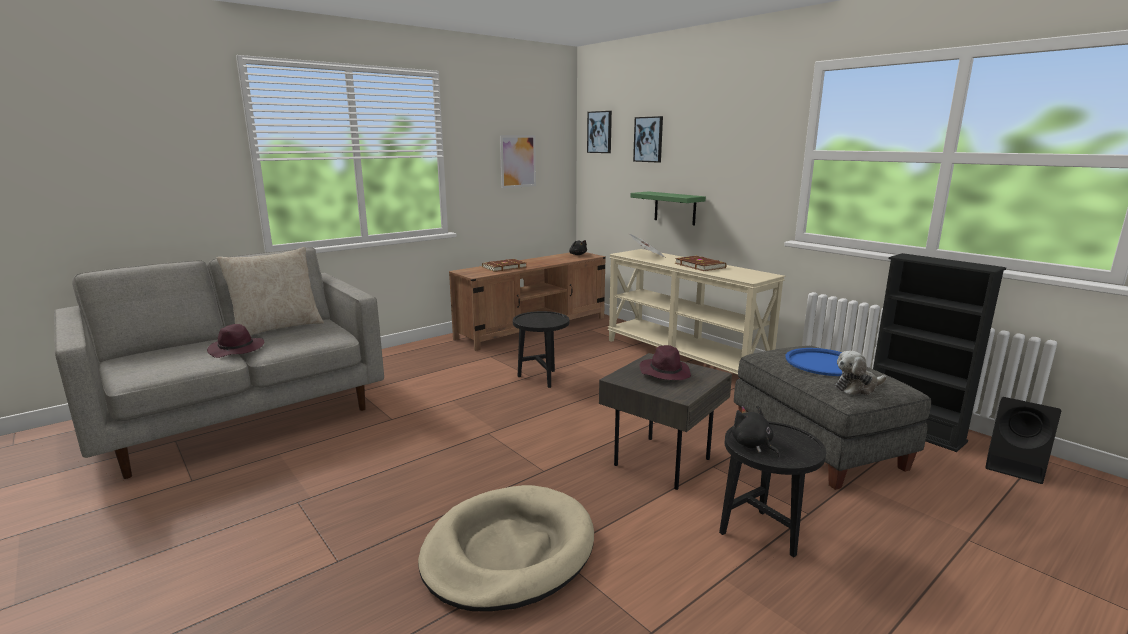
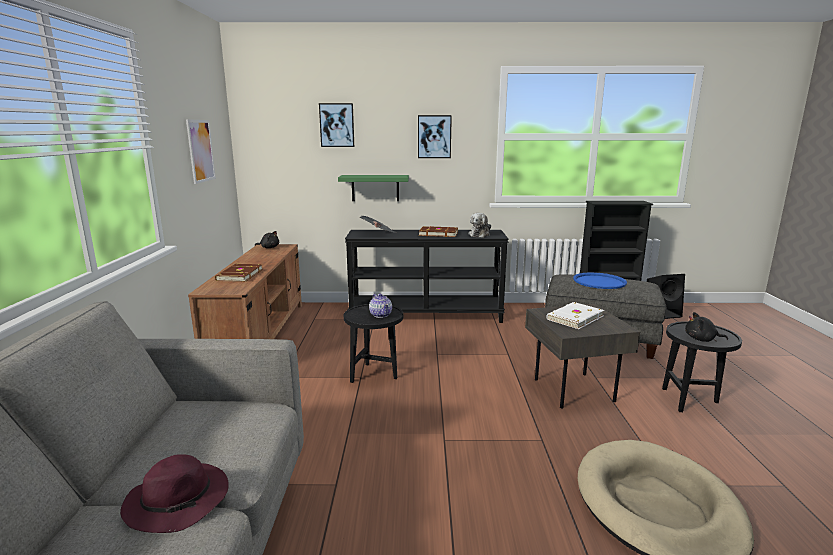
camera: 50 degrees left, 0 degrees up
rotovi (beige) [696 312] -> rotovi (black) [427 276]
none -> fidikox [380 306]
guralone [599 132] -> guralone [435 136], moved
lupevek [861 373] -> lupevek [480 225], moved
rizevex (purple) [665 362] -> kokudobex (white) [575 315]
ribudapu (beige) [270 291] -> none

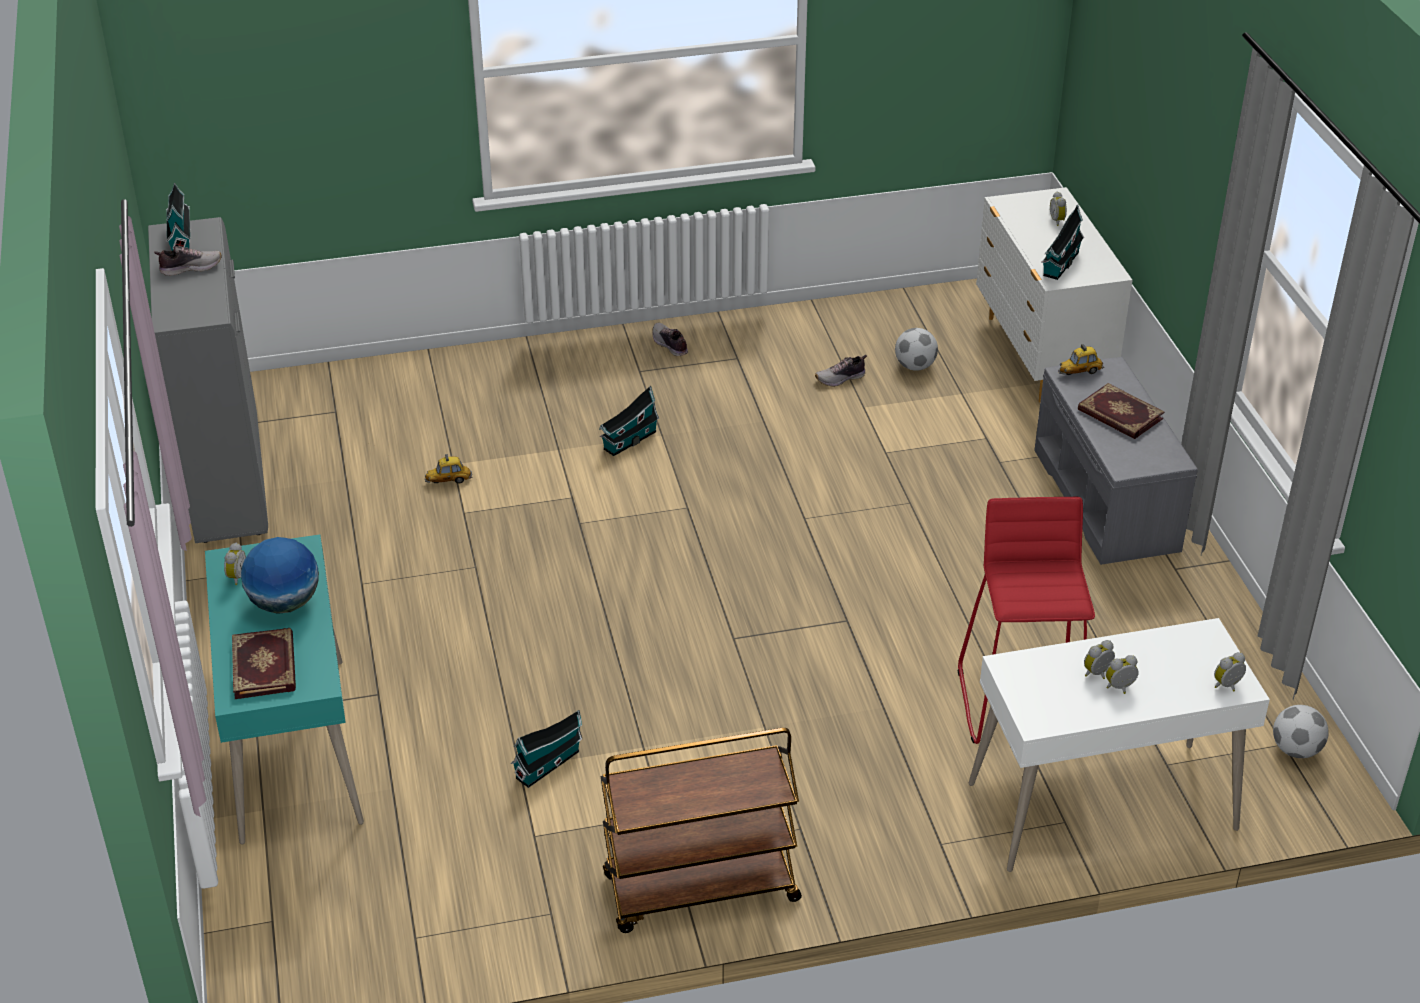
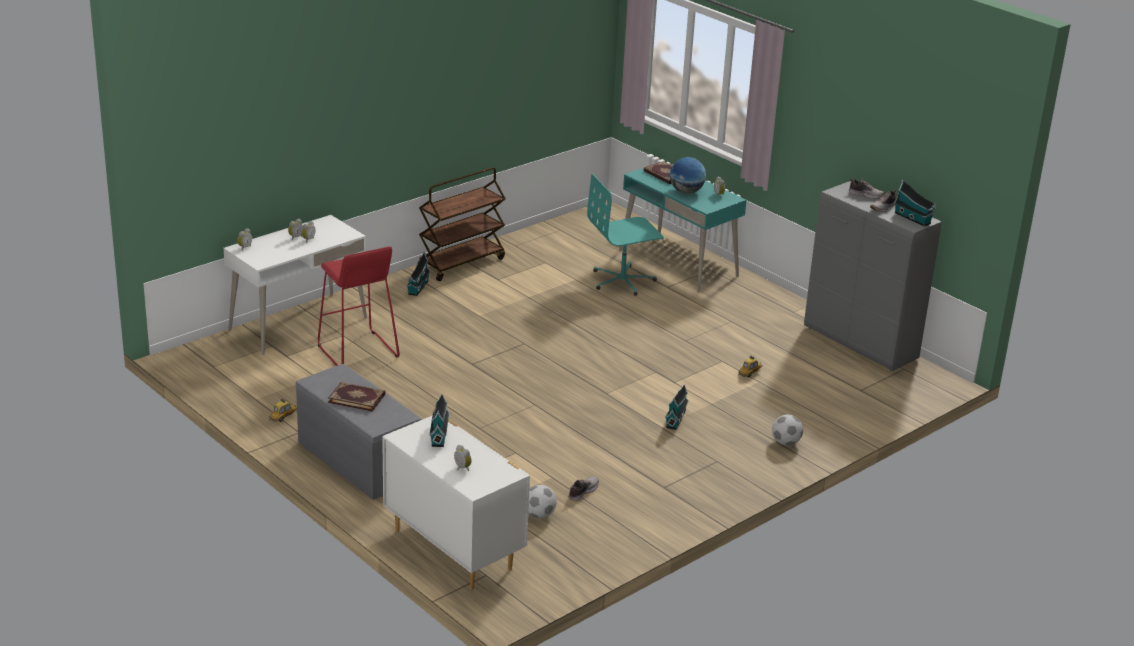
camera: 150 degrees right, 10 degrees down
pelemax [1081 359] -> pelemax [283 410], moved
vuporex [546 749] -> vuporex [418 274], moved
none -> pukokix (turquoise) [625 235]
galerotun [1301 731] -> galerotun [787 430], moved
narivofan [670 339] -> narivofan [866 188], moved

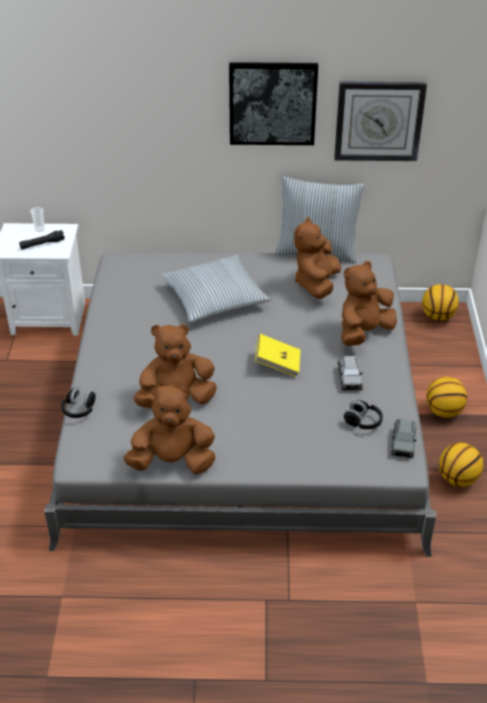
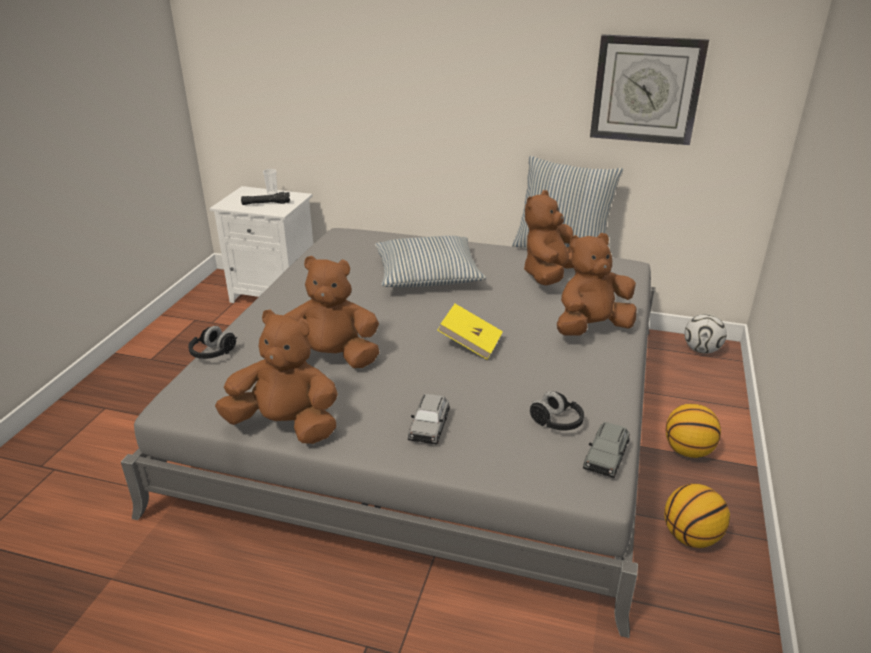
camera: 15 degrees right, 10 degrees down
pelemax (grey) [350 373] -> pelemax (grey) [429 419], moved
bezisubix [440 302] -> galerotun [705 334]
guralone [273 103] -> none

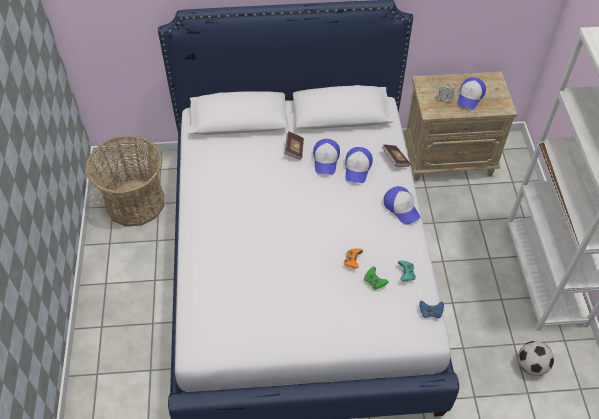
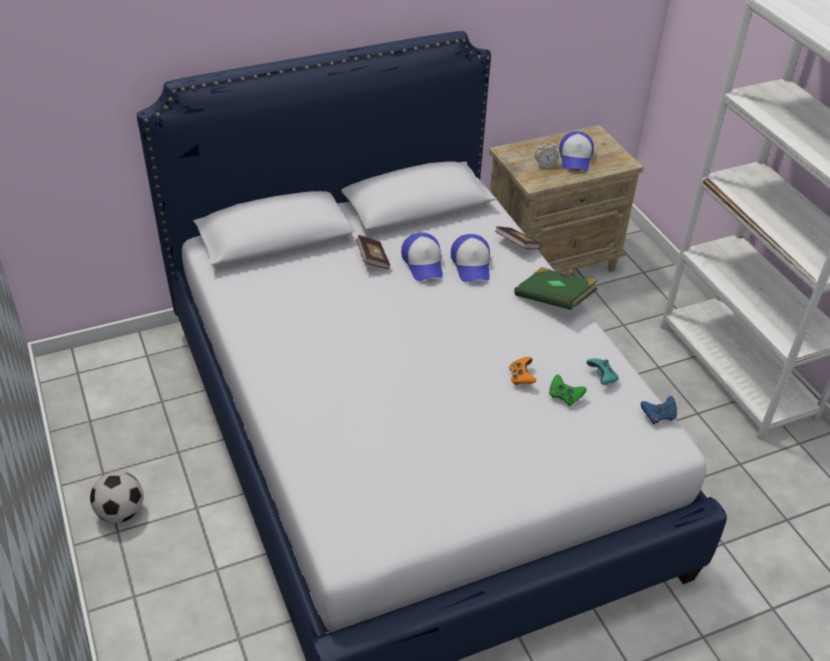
camera: 20 degrees left, 10 degrees down
galerotun [536 358] -> galerotun [117 497], moved
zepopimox [401 205] -> kokudobex (green) [556 288]
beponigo [124 181] -> none

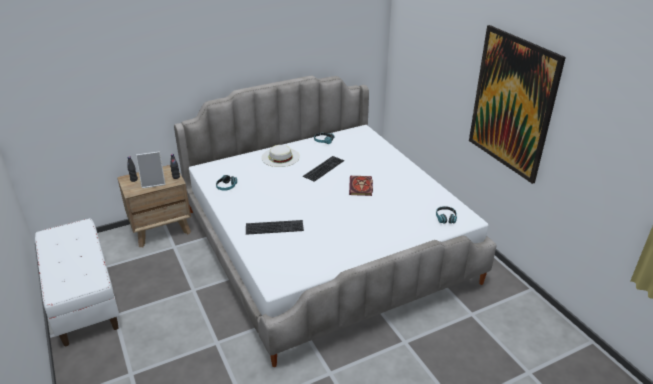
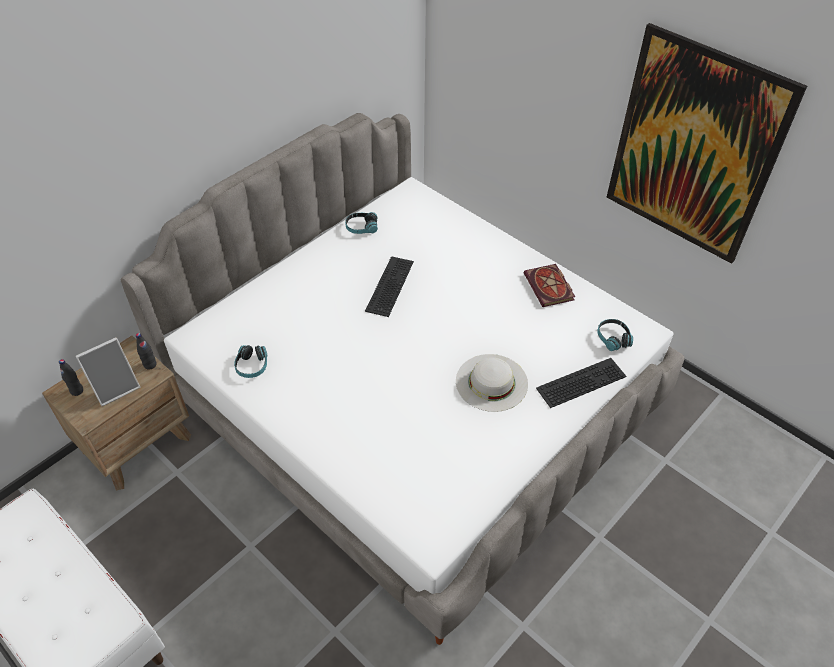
camera: 20 degrees left, 15 degrees up
rizevex (white) [280 156] -> rizevex (white) [492 383], moved
kokudobex [361 186] -> kokudobex [549 285], moved
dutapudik [275 227] -> dutapudik [581 383], moved

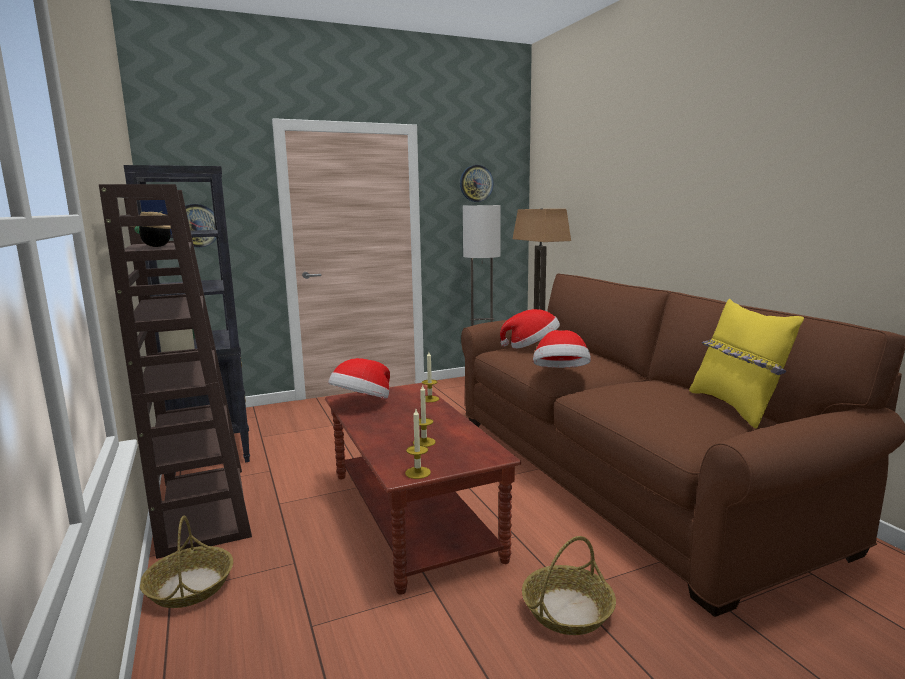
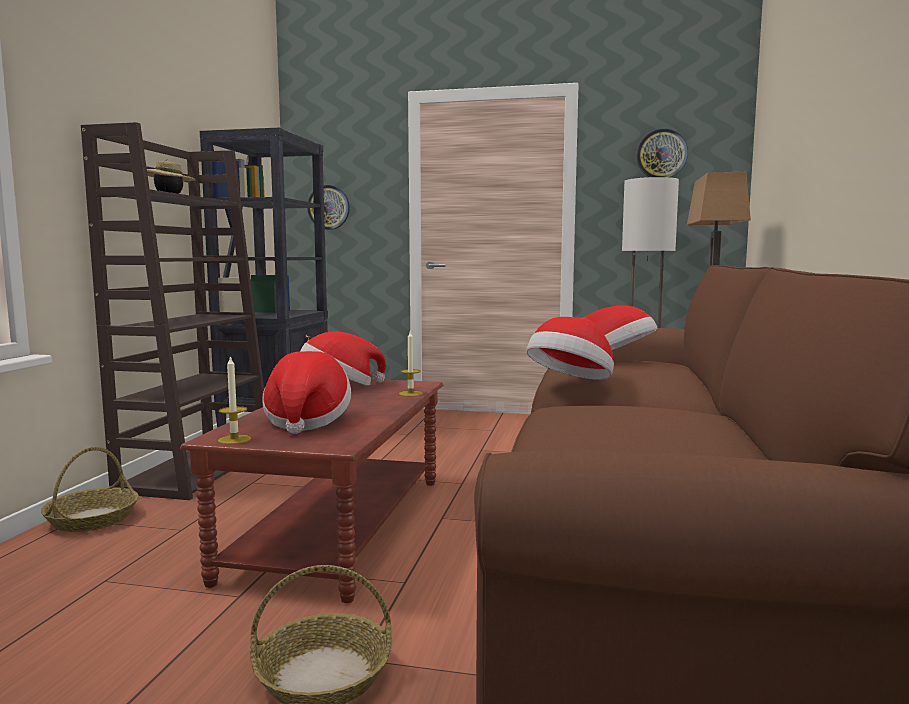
camera: 35 degrees right, 5 degrees down
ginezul [424 415] -> rizevex [307 392]
ribudapu (yellow) [746 364] -> none

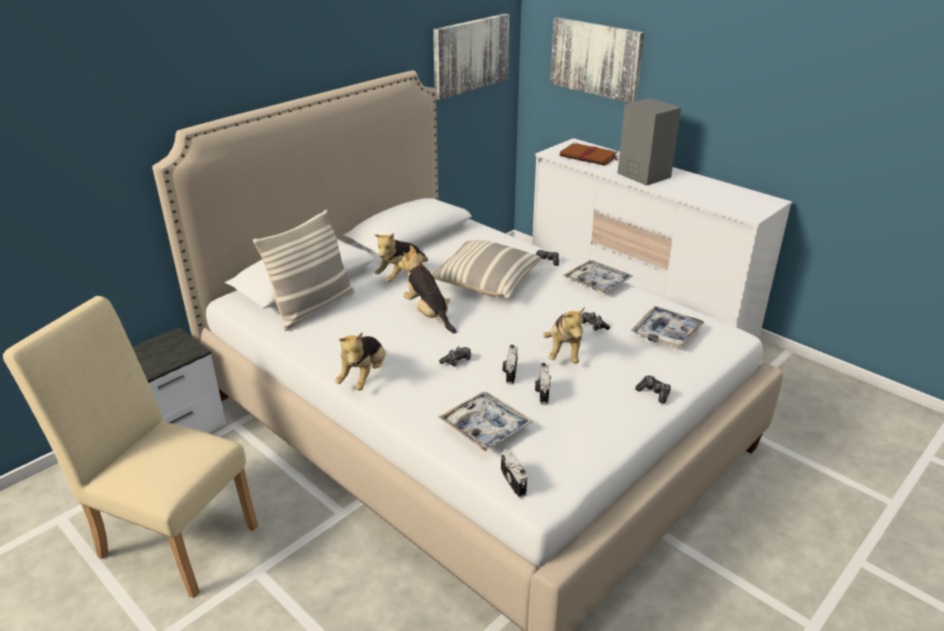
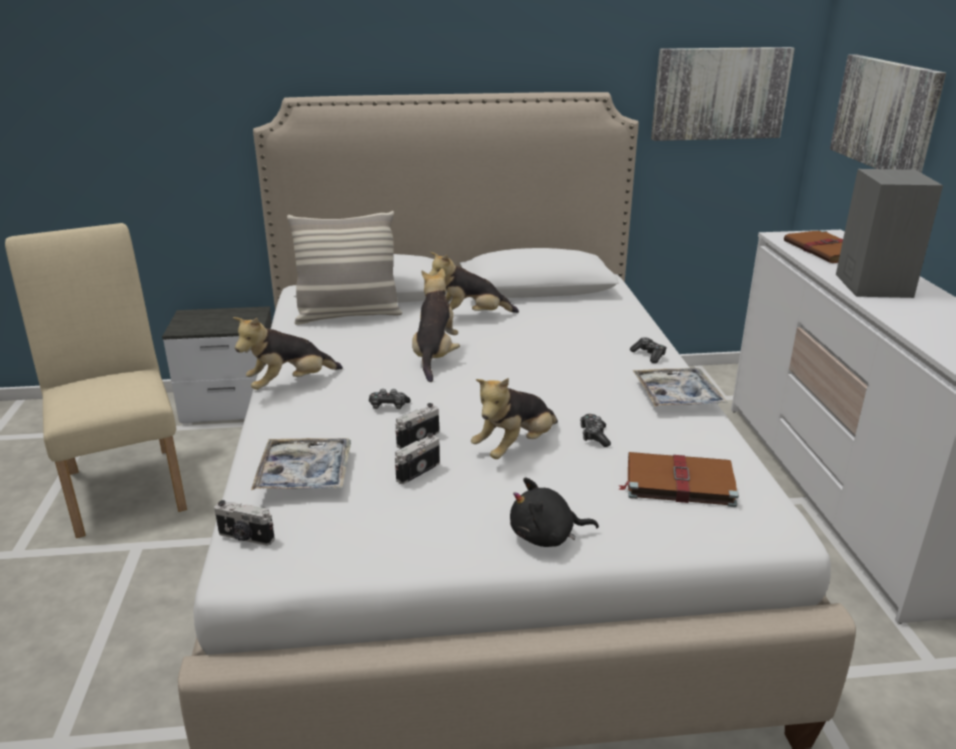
camera: 40 degrees right, 5 degrees down
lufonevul [514 473] -> lufonevul [244 523], 90 degrees clockwise
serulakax [653 389] -> lupevek (black) [554 512]
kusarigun [667 327] -> kokudobex (brown) [678 479]
ribudapu [486 269] -> none

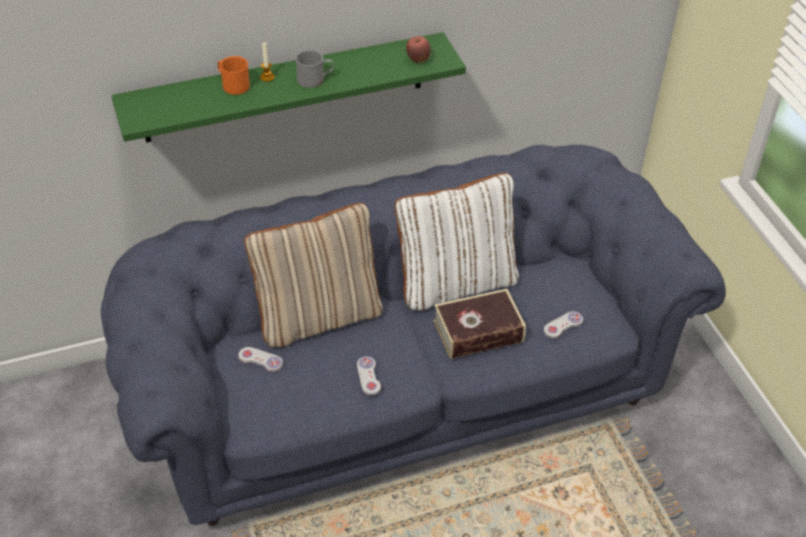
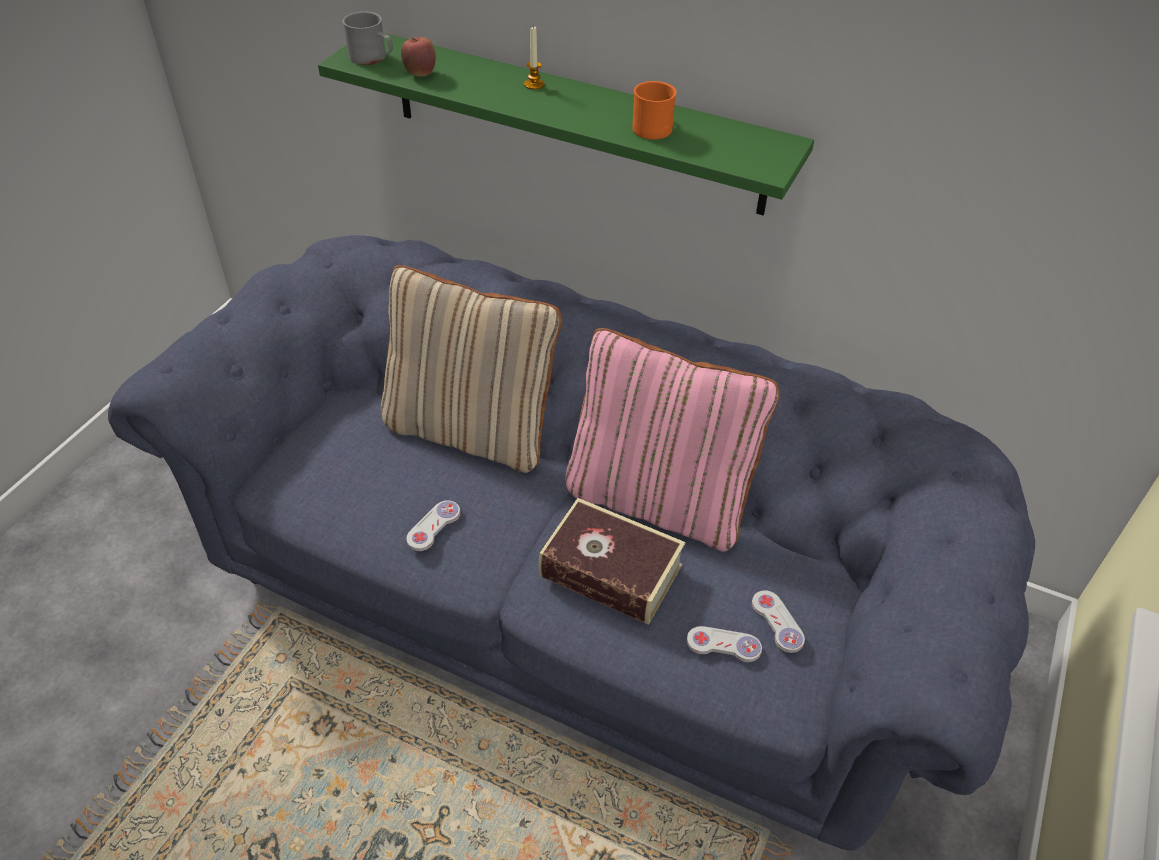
camera: 45 degrees right, 0 degrees up
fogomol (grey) [314 69] -> fogomol (grey) [368 38], moved
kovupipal [418 49] -> kovupipal [418 57], moved
ribudapu (white) [457 241] -> ribudapu (pink) [672 440]
fogomol (orange) [234 75] -> fogomol (orange) [654 110], moved
serulakax (white) [261 359] -> serulakax (white) [778 621], moved

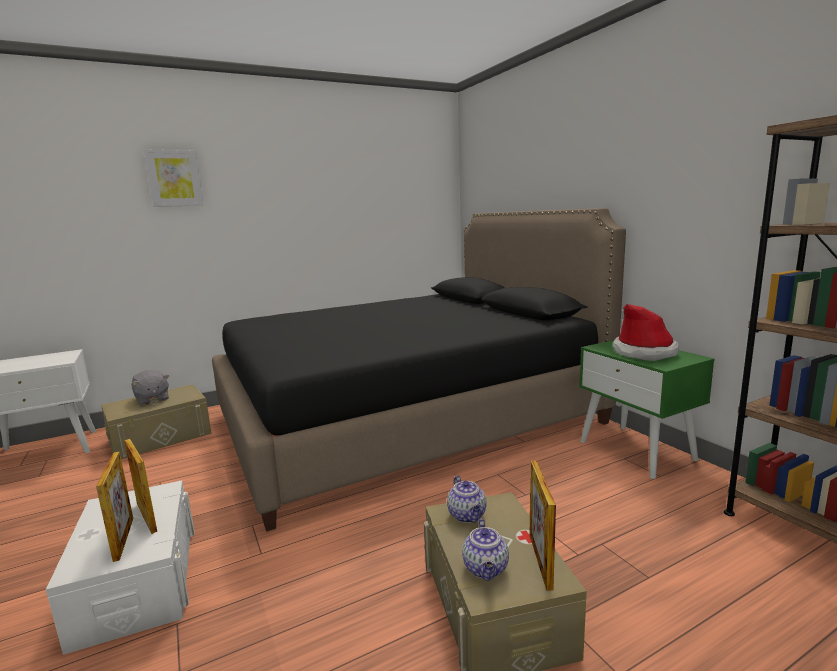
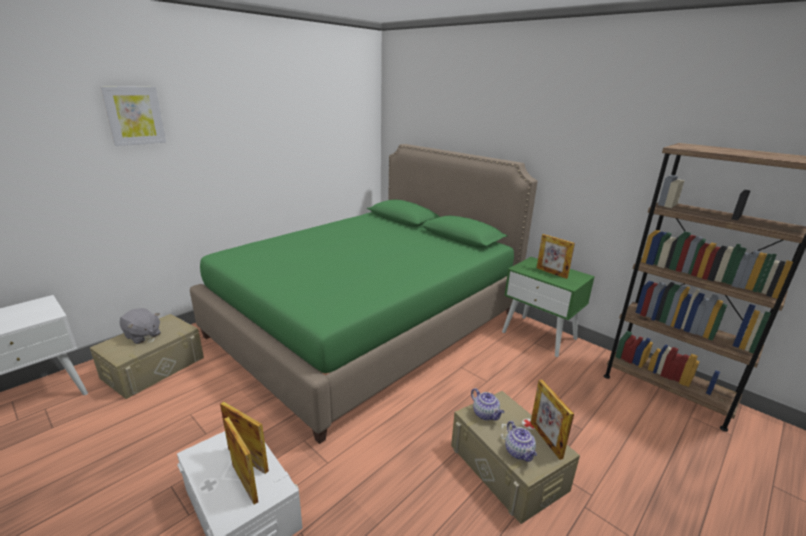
camera: 20 degrees left, 10 degrees up
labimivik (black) [419 370] -> labimivik (green) [364 294]
rizevex [646 332] -> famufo [556 256]

